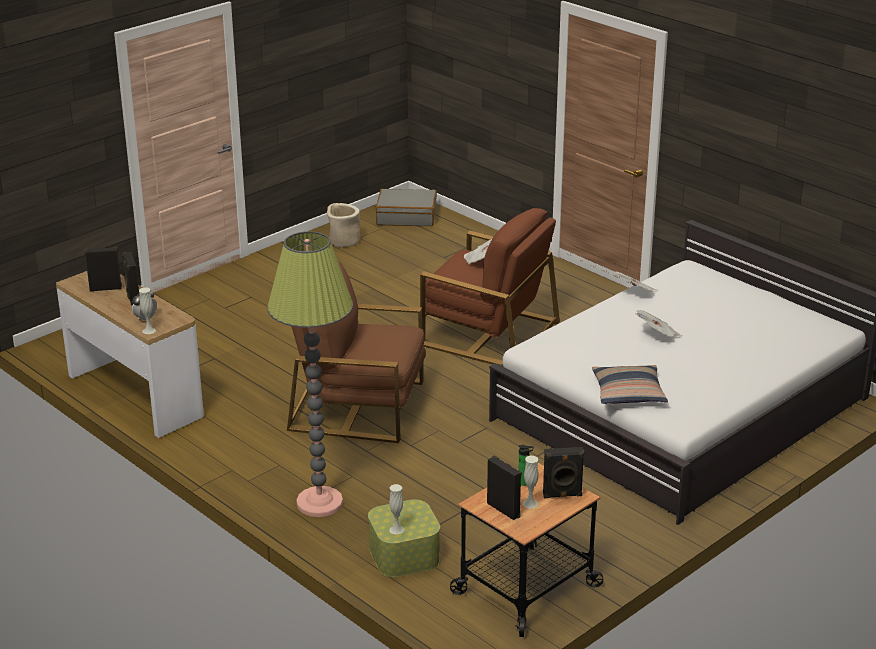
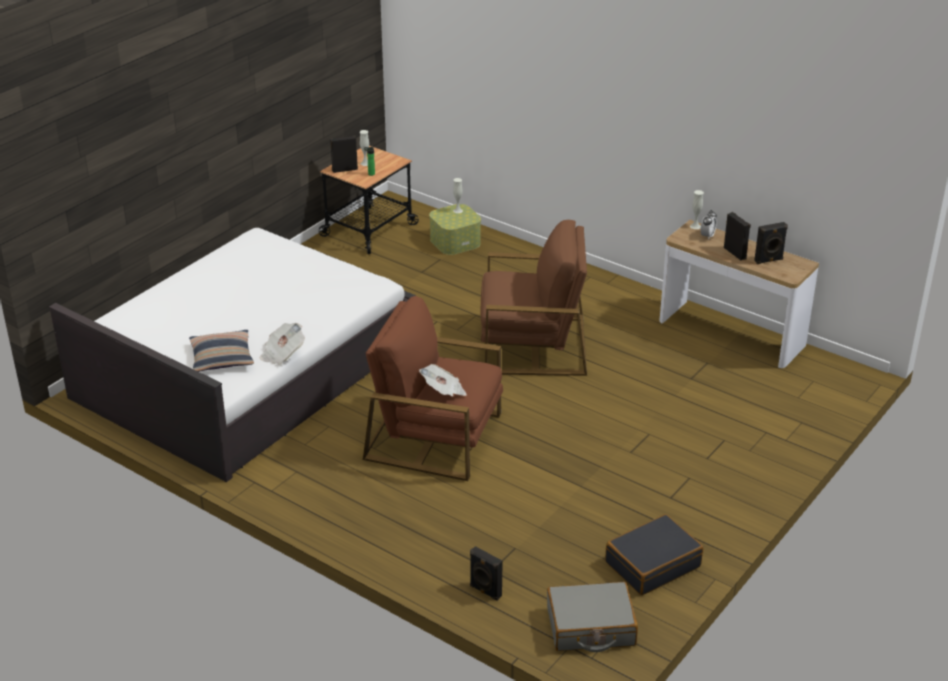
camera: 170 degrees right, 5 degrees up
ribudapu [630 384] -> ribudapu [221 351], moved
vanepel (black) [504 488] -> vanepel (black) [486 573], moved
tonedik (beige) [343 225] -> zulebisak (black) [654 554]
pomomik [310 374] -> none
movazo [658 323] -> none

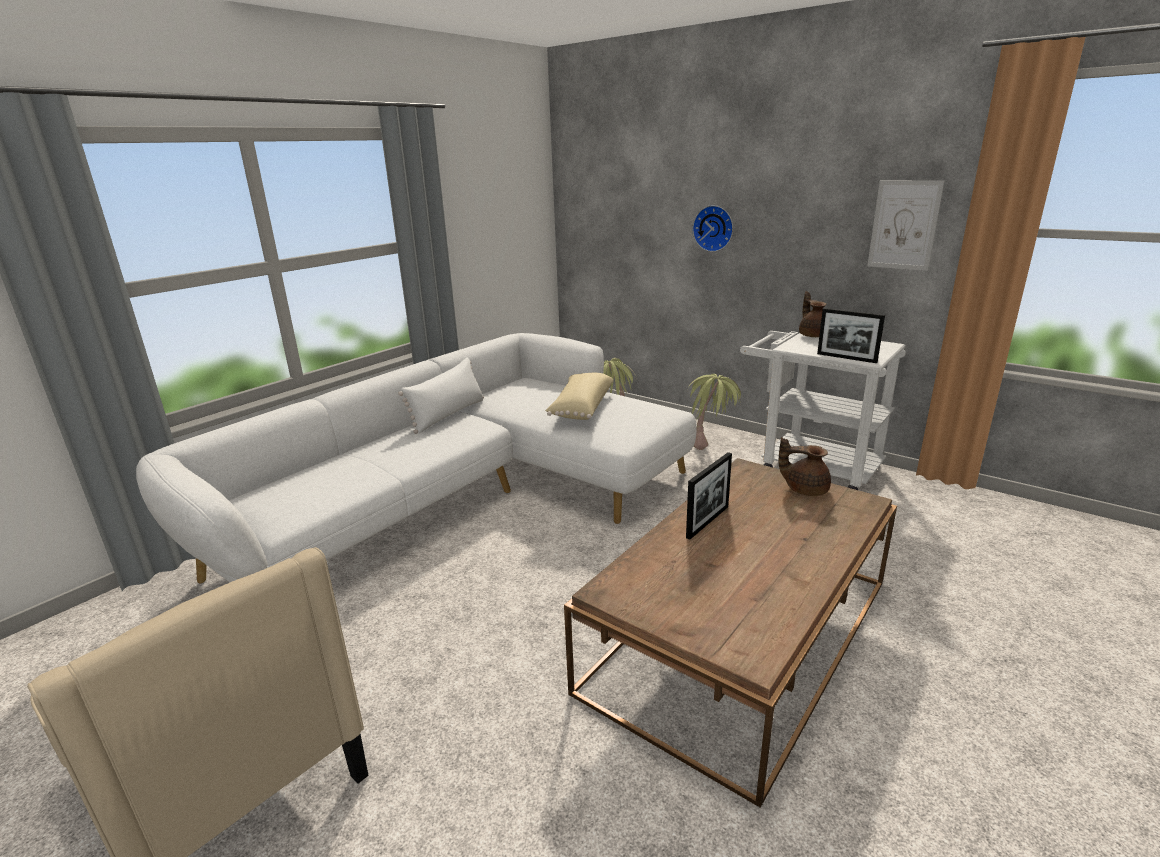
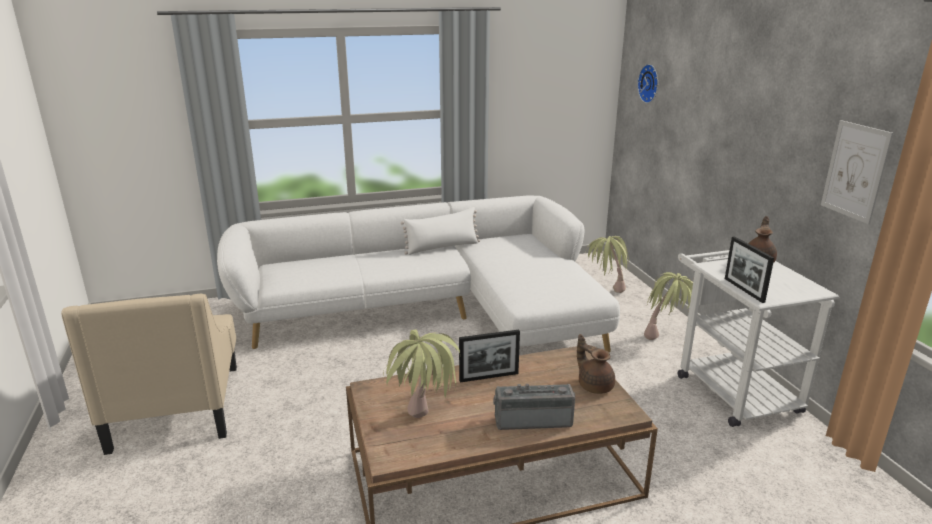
camera: 35 degrees right, 0 degrees up
none -> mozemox [421 374]
none -> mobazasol [534 407]
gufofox [712 228] -> gufofox [647 83], moved
ribudapu (beige) [579 396] -> none

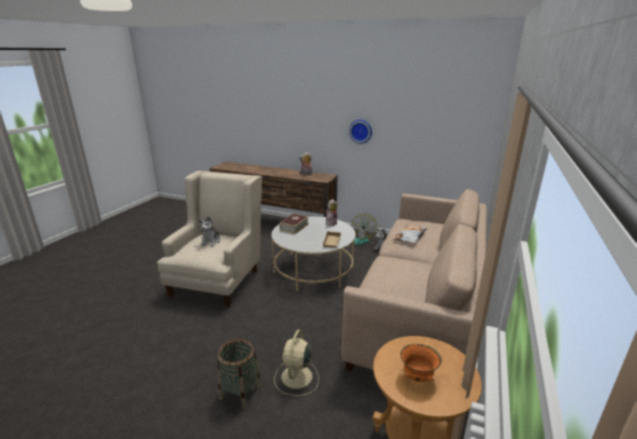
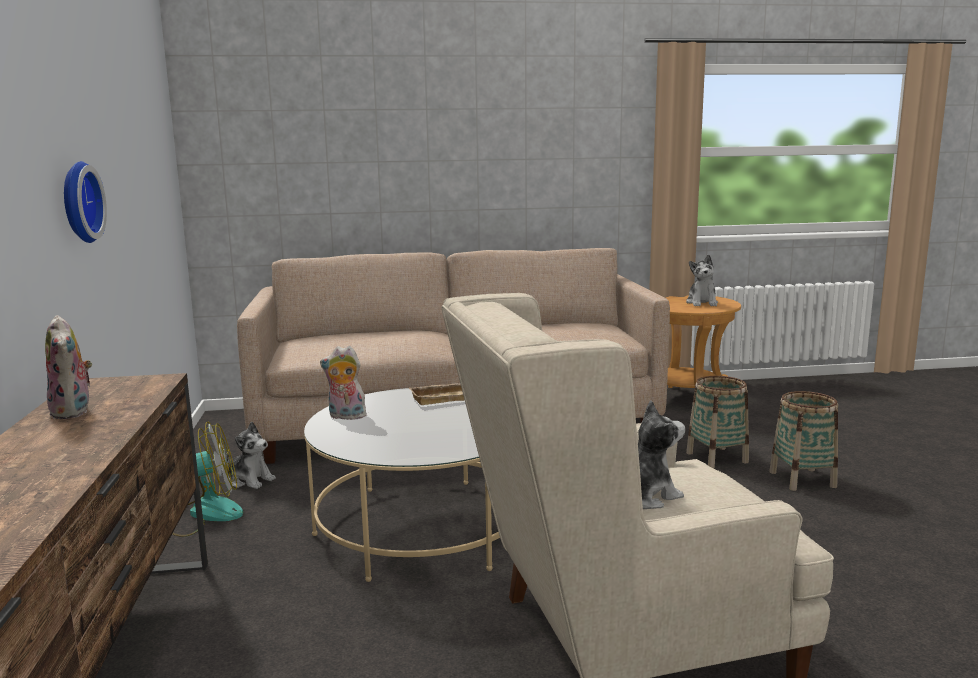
camera: 120 degrees left, 10 degrees down
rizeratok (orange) [421 363] -> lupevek [702 280]
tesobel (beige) [296 363] -> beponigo [717 422]
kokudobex [294 223] -> none
ribudapu [410 234] -> none

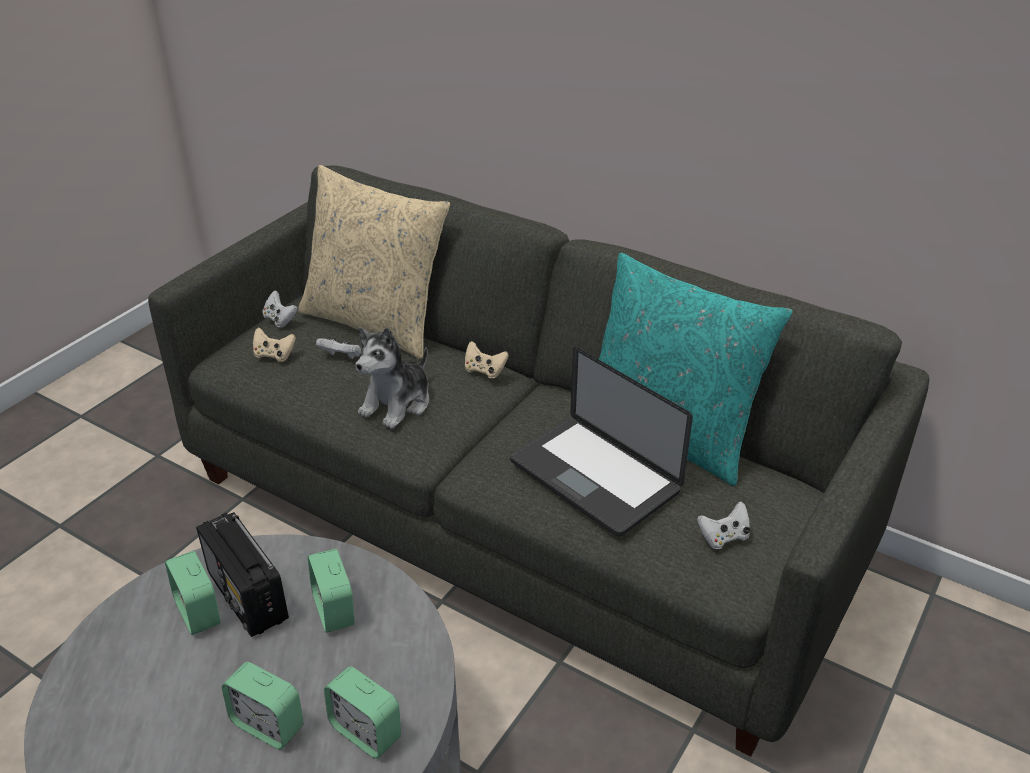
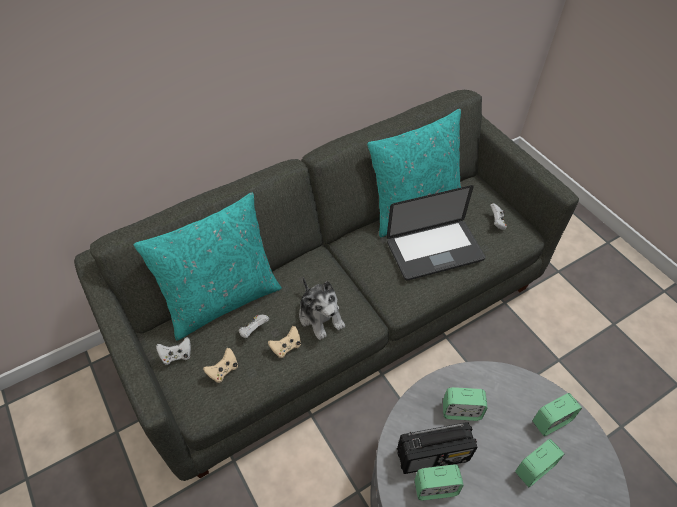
camera: 65 degrees left, 15 degrees up
ribudapu (beige) [374 262] -> ribudapu (turquoise) [208 266]
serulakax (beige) [487 360] -> serulakax (beige) [284 342], moved

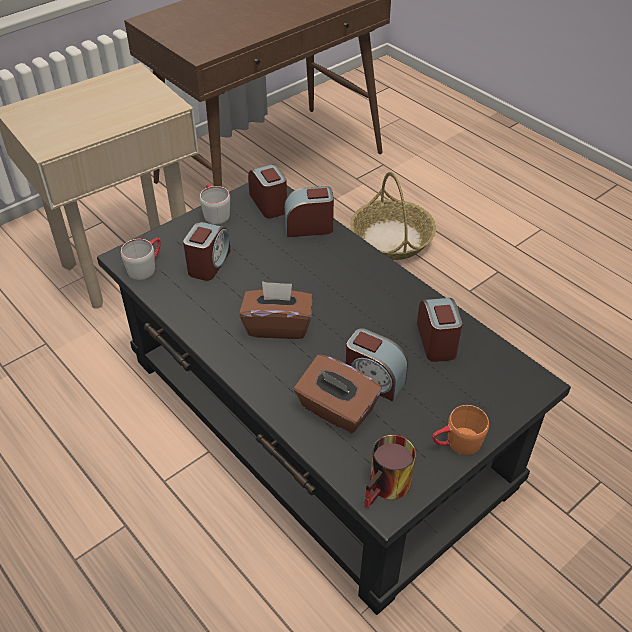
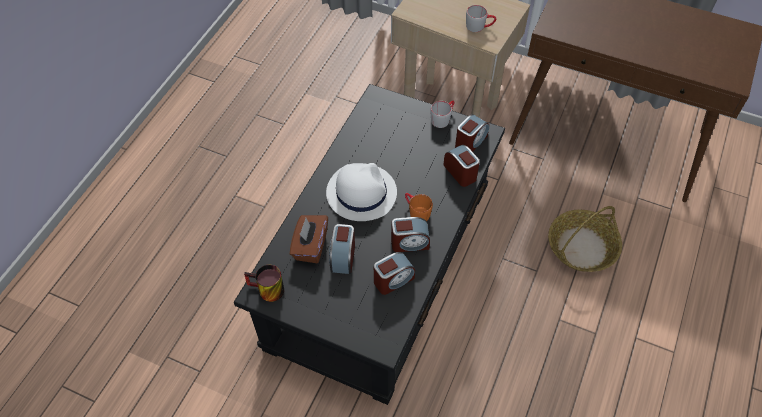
camera: 65 degrees right, 10 degrees up
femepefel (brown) [276 310] -> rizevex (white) [361 192]
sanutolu [207 251] -> sanutolu [410 234], moved
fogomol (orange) [460 430] -> fogomol (orange) [419 207], moved
fogomol (grey) [141 259] -> fogomol (grey) [481 18], moved

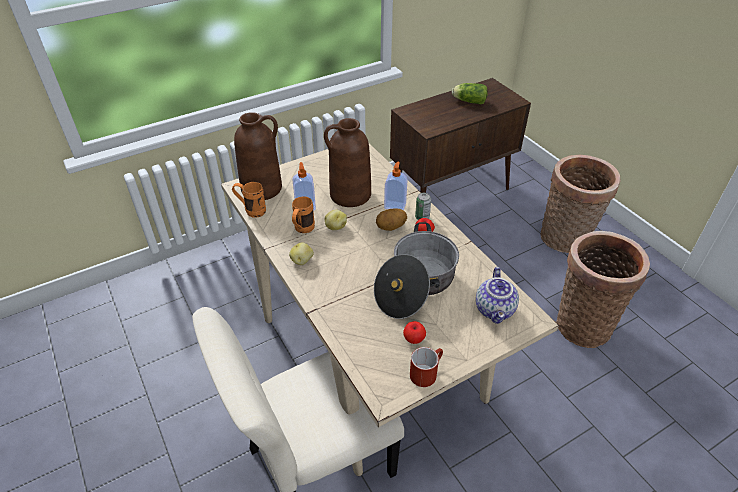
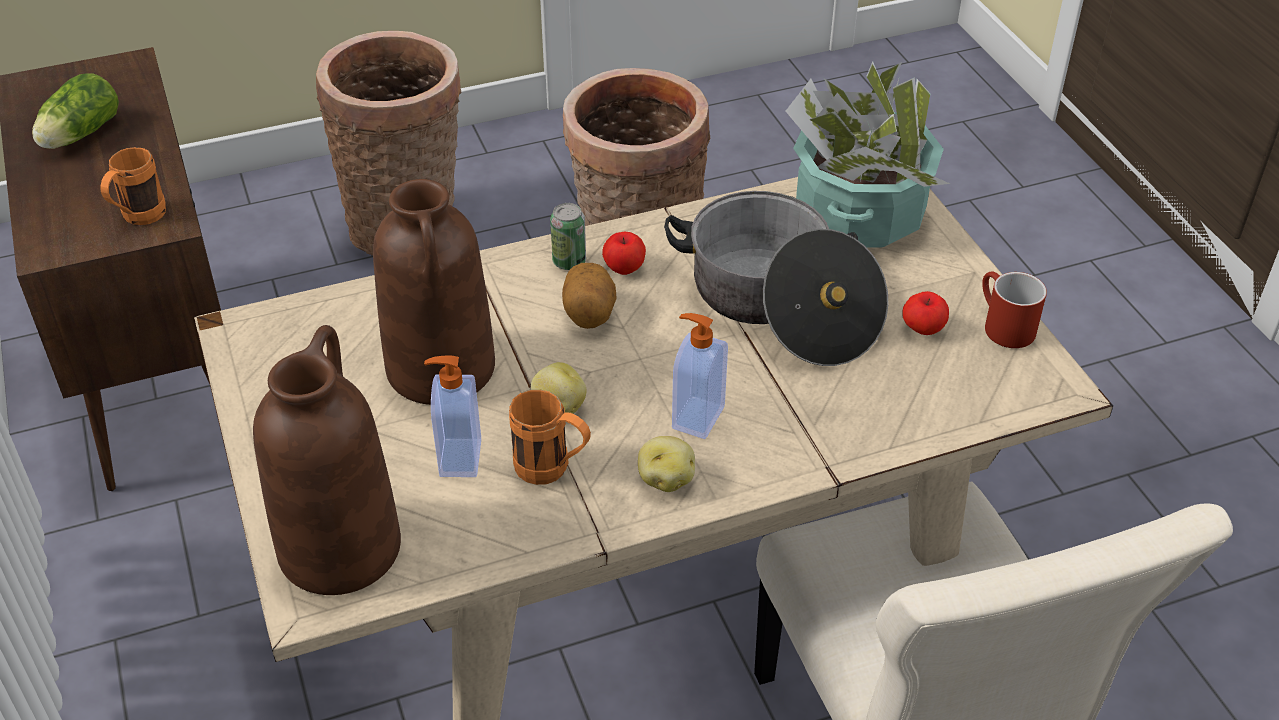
camera: 80 degrees left, 0 degrees up
fogomol (orange) [249 200] -> fogomol (orange) [133 186], moved
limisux [396 186] -> limisux [700 376], moved
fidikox [497 295] -> mozemox [868 154]

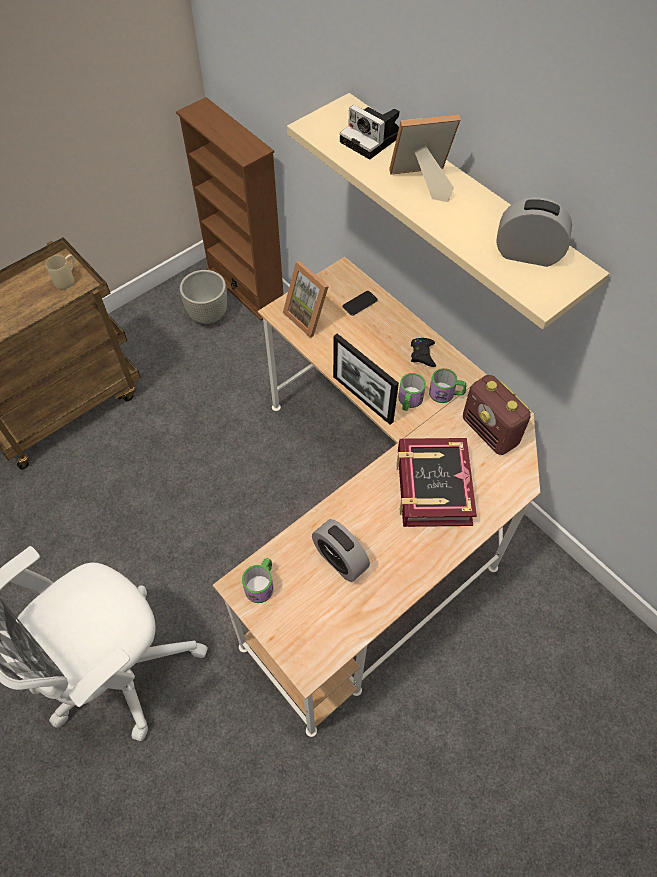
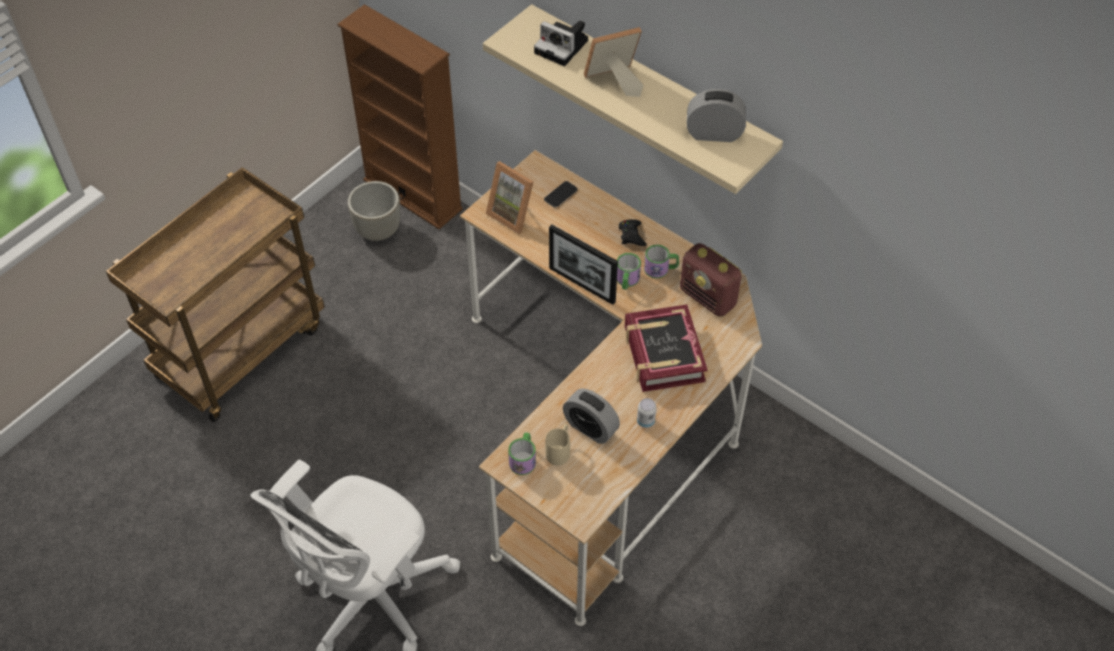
camera: 10 degrees left, 5 degrees down
fogomol (beige) [60 271] -> fogomol (beige) [557 444], moved
none -> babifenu [647 413]

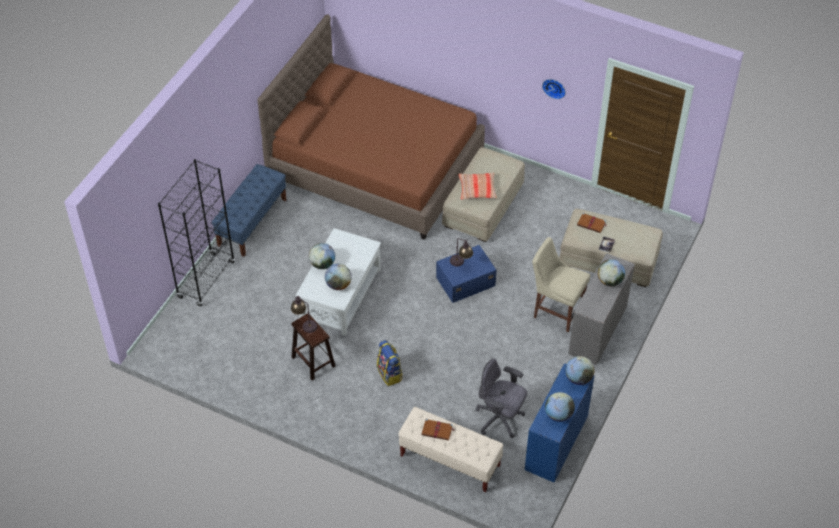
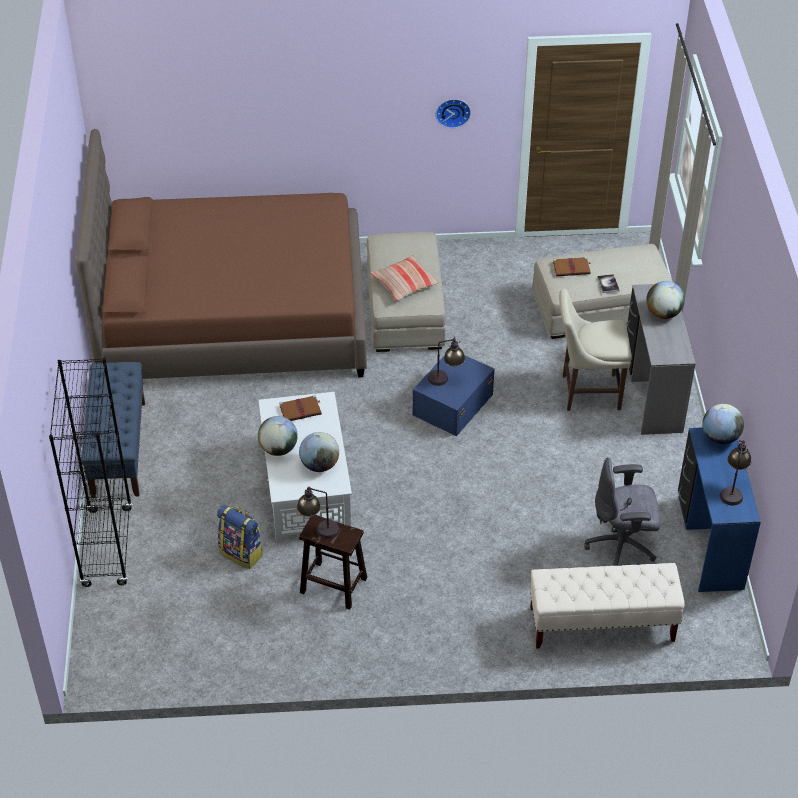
camera: 30 degrees left, 5 degrees down
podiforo [390 363] -> podiforo [240 537], moved
kokudobex (brown) [437 430] -> kokudobex (brown) [300 408], moved
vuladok [560 407] -> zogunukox [735 473]

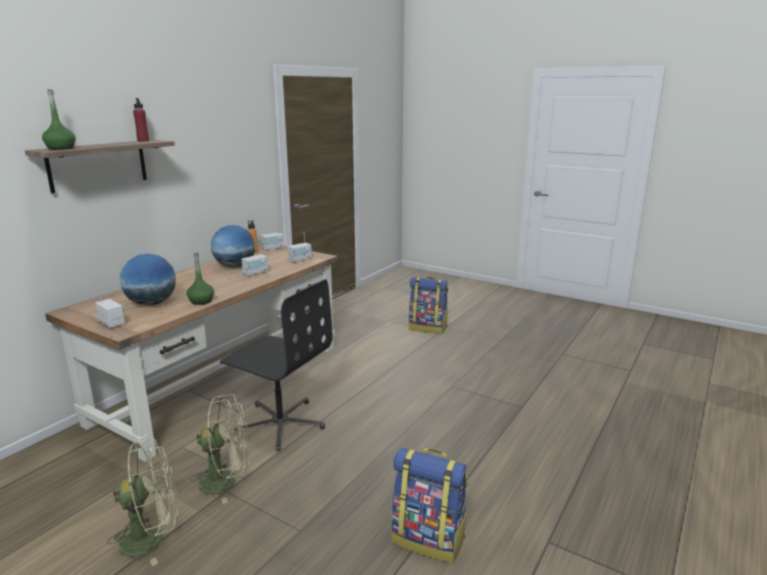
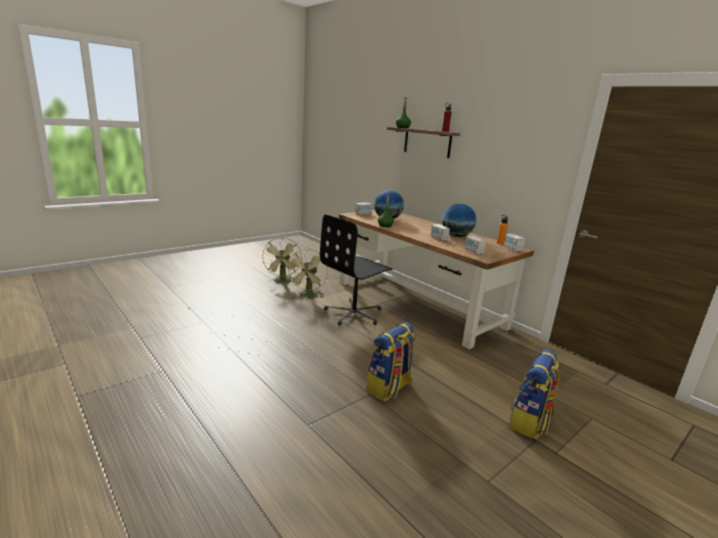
camera: 105 degrees right, 0 degrees up
podiforo [429 505] -> podiforo [390 362], moved

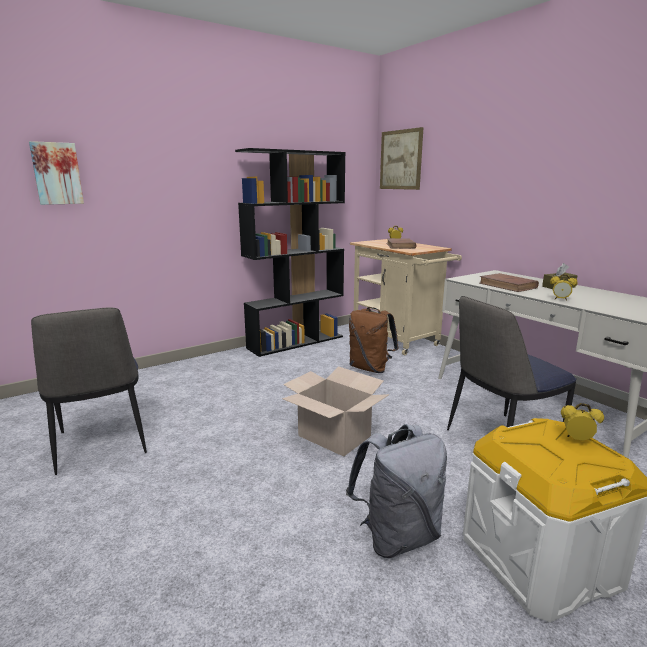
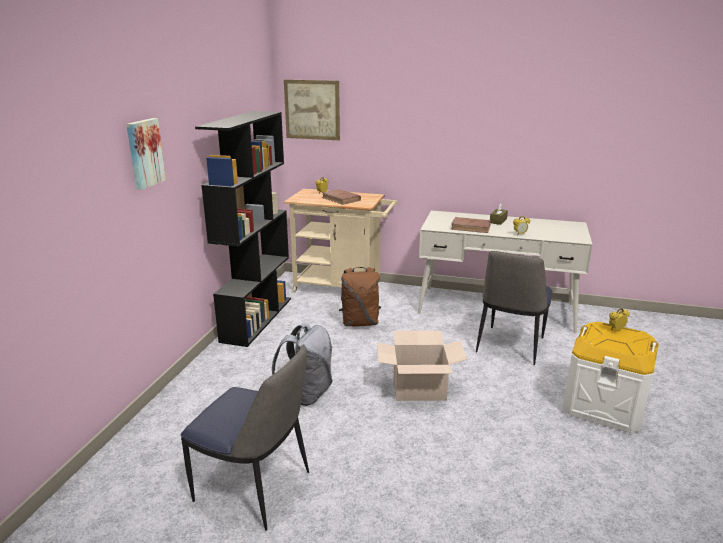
camera: 40 degrees left, 5 degrees up
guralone [56 173] -> guralone [146 154], moved
podiforo (grey) [396 491] -> podiforo (grey) [302 365], moved

